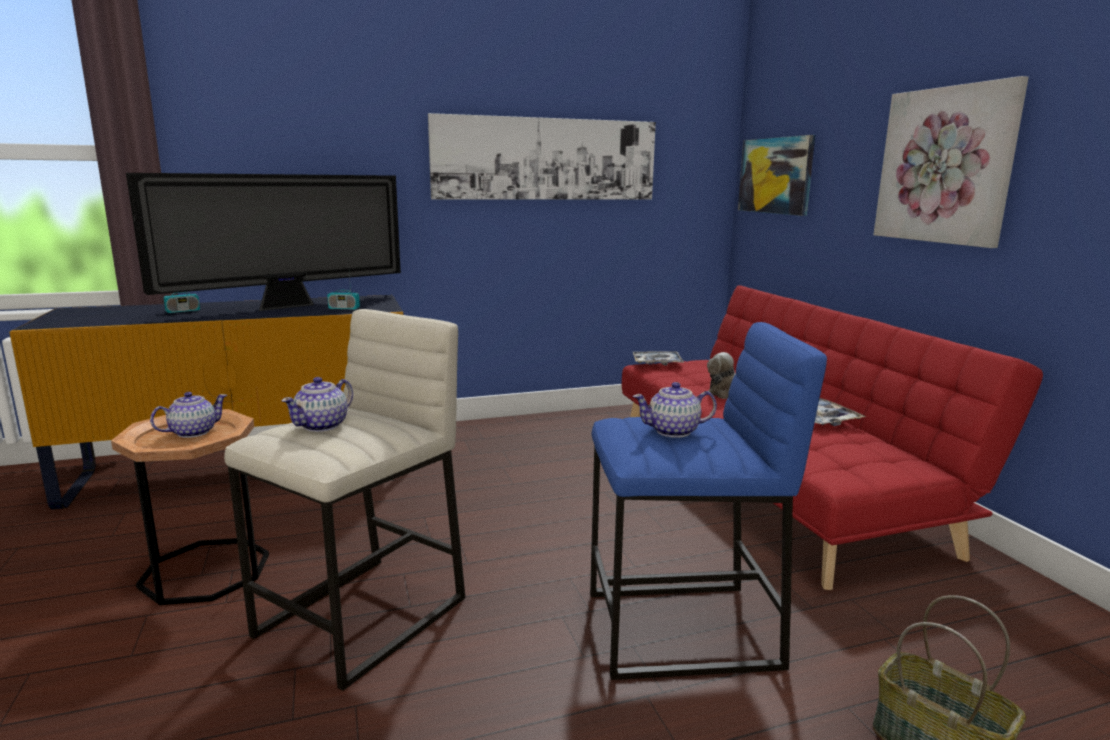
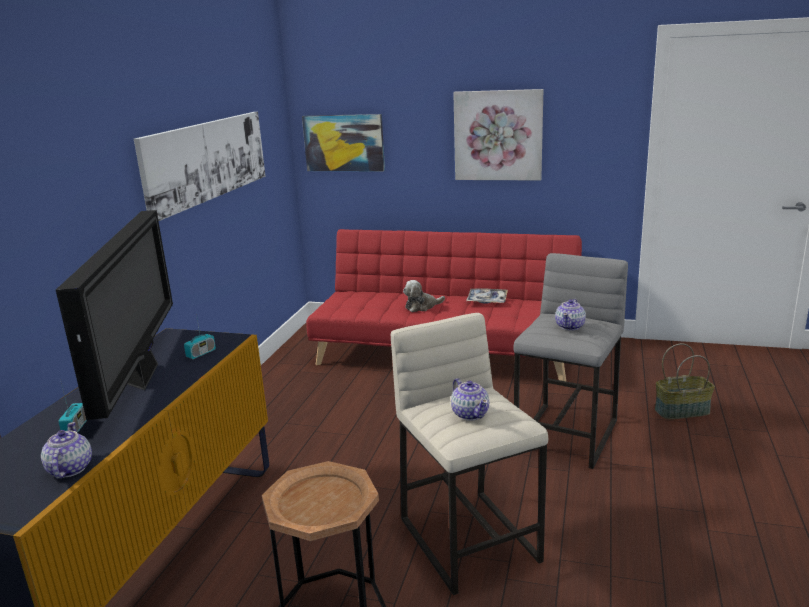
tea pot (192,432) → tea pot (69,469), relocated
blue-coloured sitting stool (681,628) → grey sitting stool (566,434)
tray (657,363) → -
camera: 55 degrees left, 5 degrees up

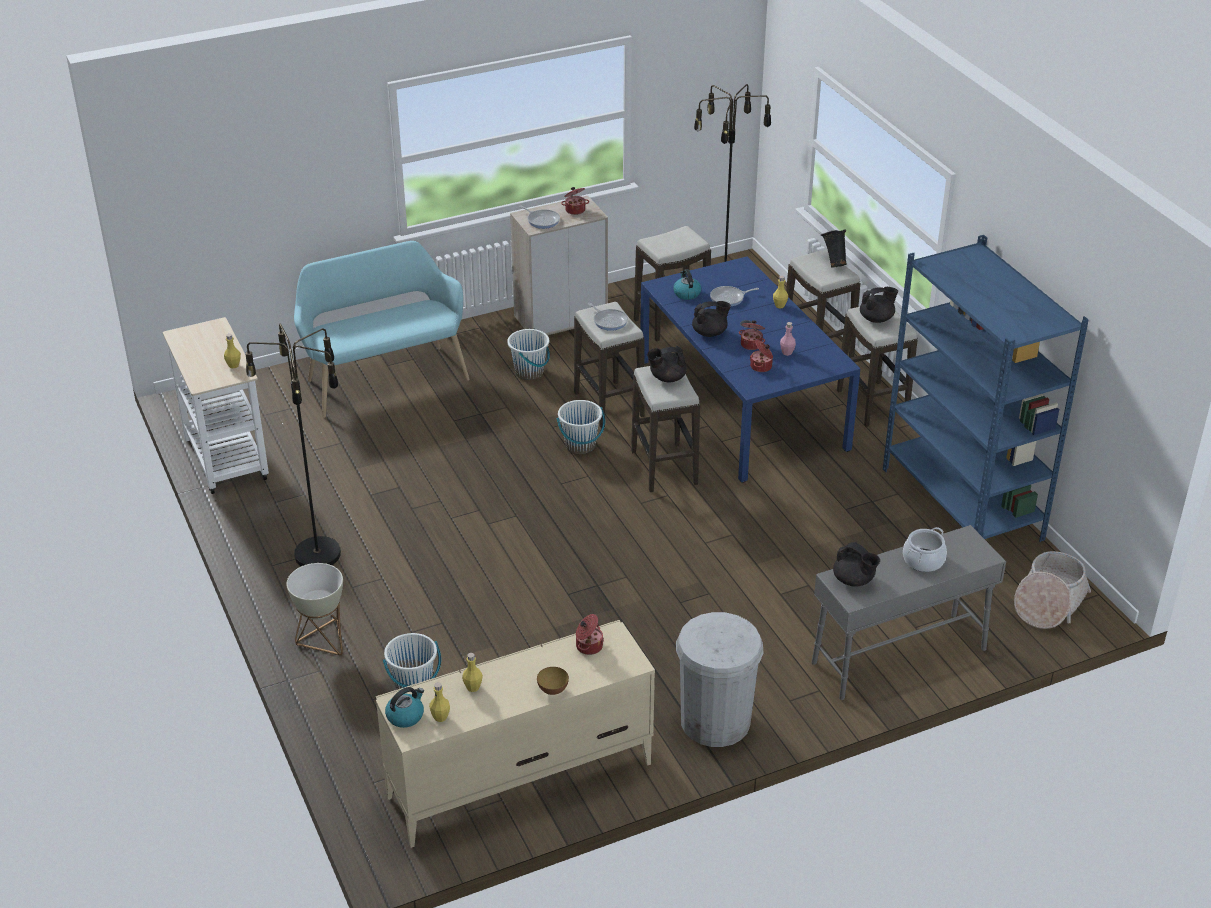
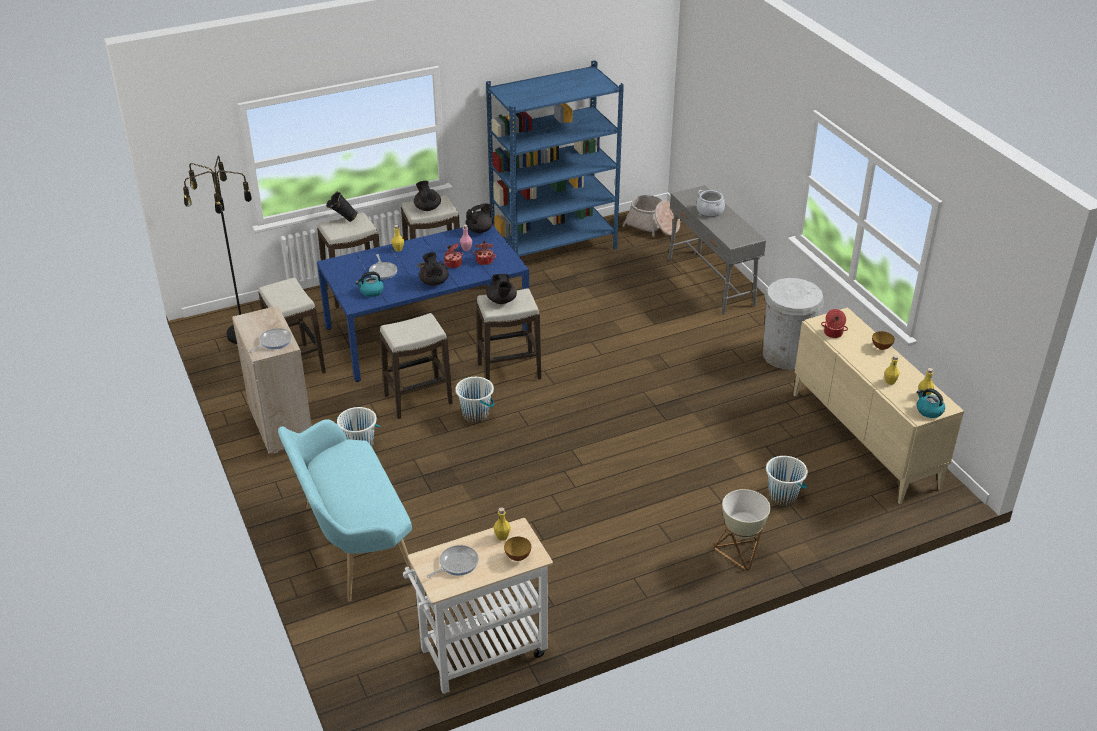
floor lamp (319,554) → -
cooking pot (575,210) → -
frying pan (609,321) → frying pan (456,564), relocated
black-coloured tea pot (854,580) → black-coloured tea pot (480,230), relocated
- → serving bowl (517,557)
camera: 90 degrees left, 0 degrees up

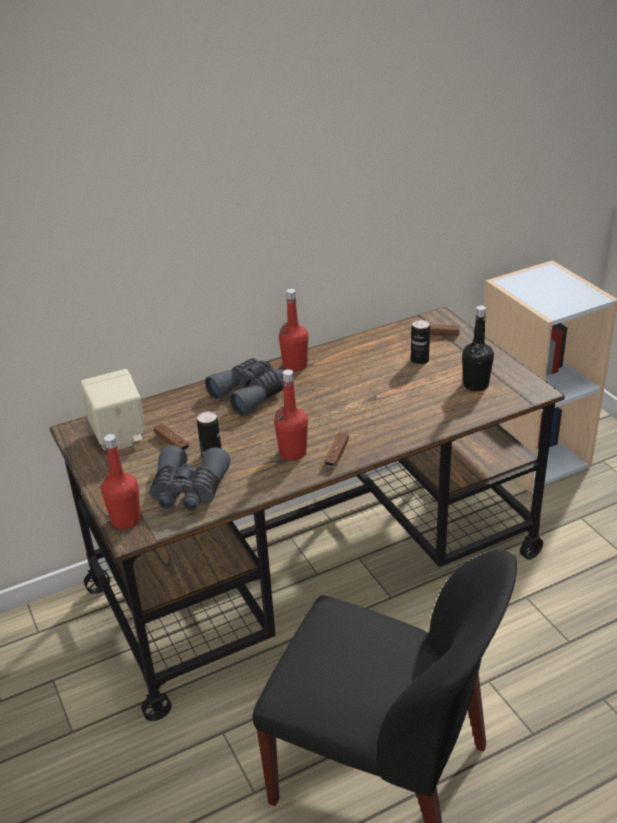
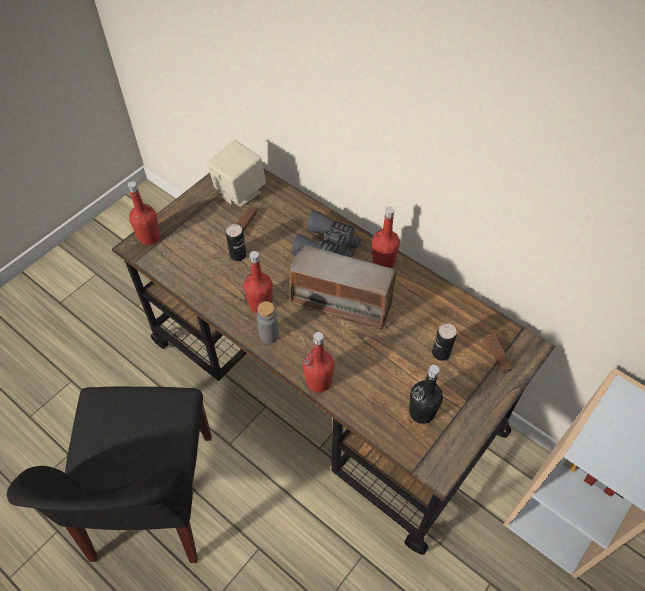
grey field glasses (188,490) → -
brownish gamepad (336,455) → grey beverage bottle (269,335)
- → radio (342,302)
- → red beverage bottle (318,381)
camera: 65 degrees right, 20 degrees up

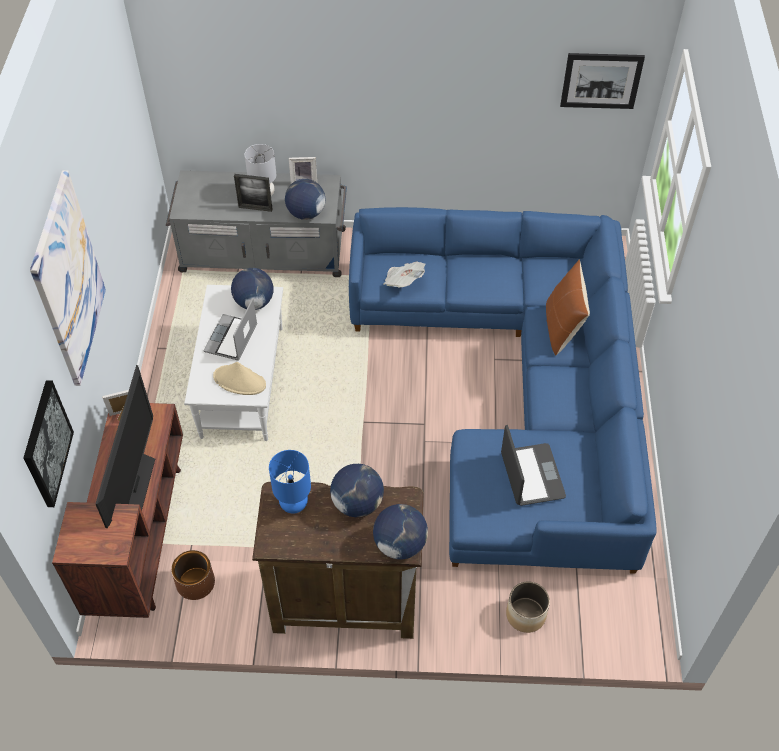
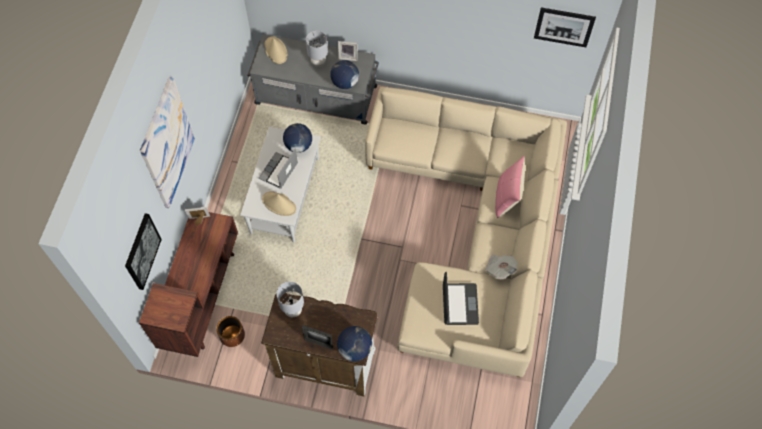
television (134,485) → -
standing frame (255,208) → standing frame (318,343), relocated
blue-coloured tabletop lamp (293,504) → grey tabletop lamp (293,310)
globe (357,503) → -
blue-coloured settee (520,389) → beige settee (474,231)
newspaper (403,281) → newspaper (500,269), relocated
planter (525,614) → -
brownish pillow (562,328) → pink-coloured pillow (507,197)
- → beige wearable hat (275,50)
camera: 10 degrees right, 10 degrees up

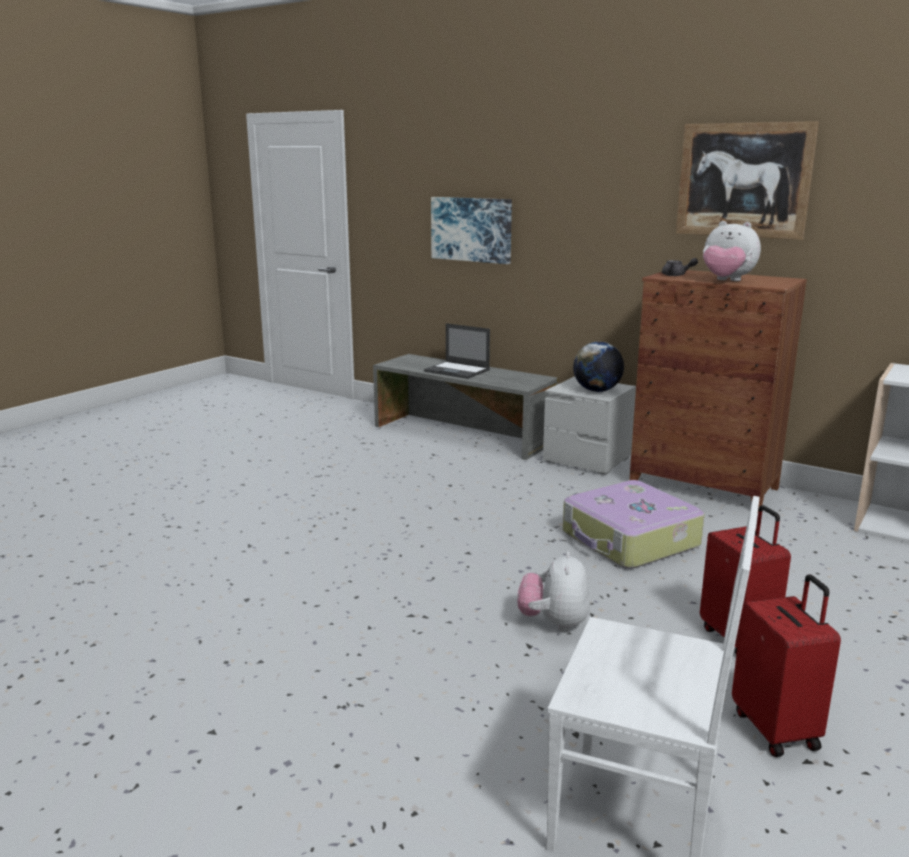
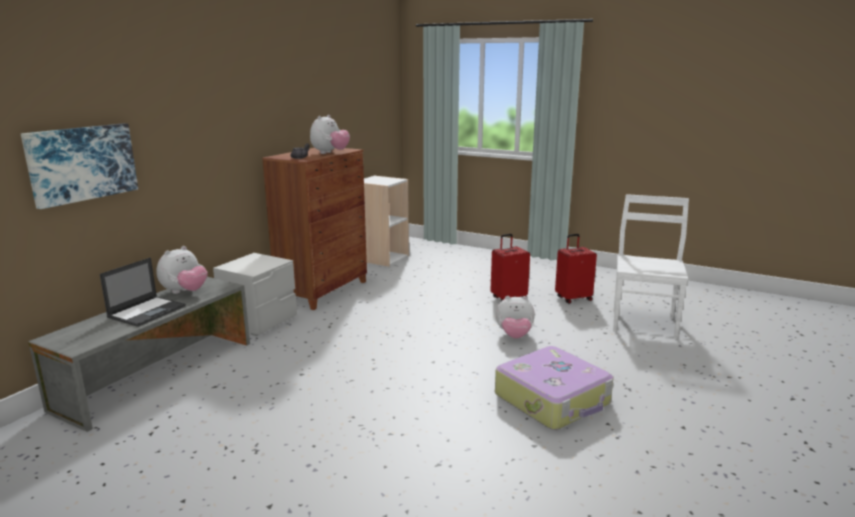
travel case (629,540) → travel case (553,399), relocated
globe (597,391) → -
wall art (743,180) → -
- → plush toy (185,292)
camera: 95 degrees left, 0 degrees up

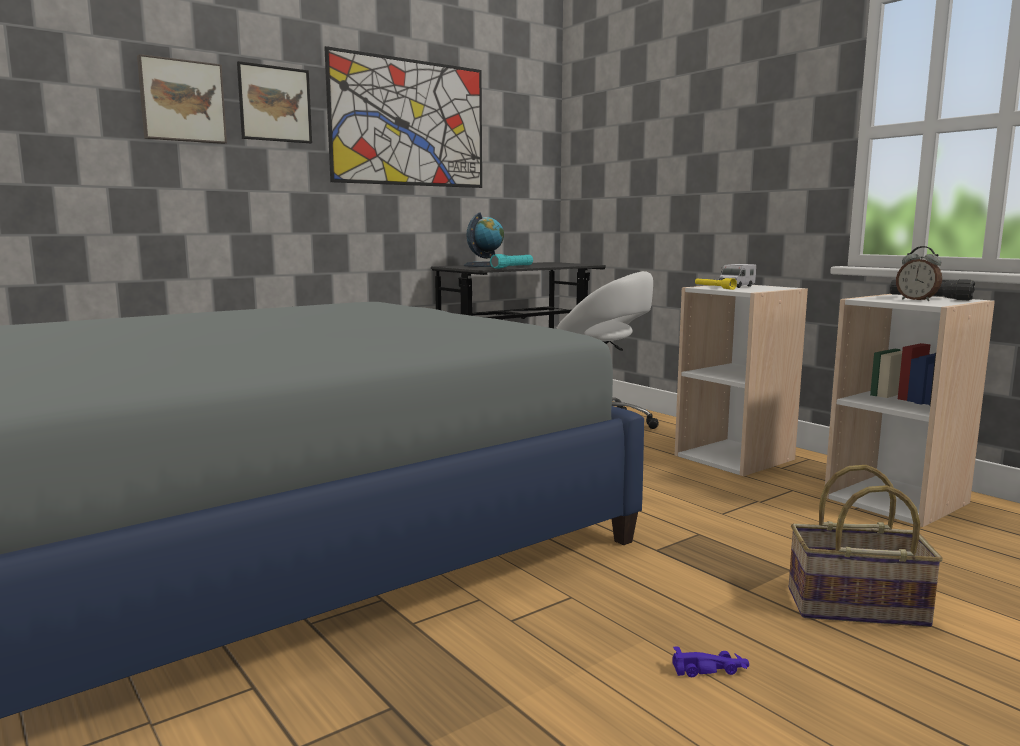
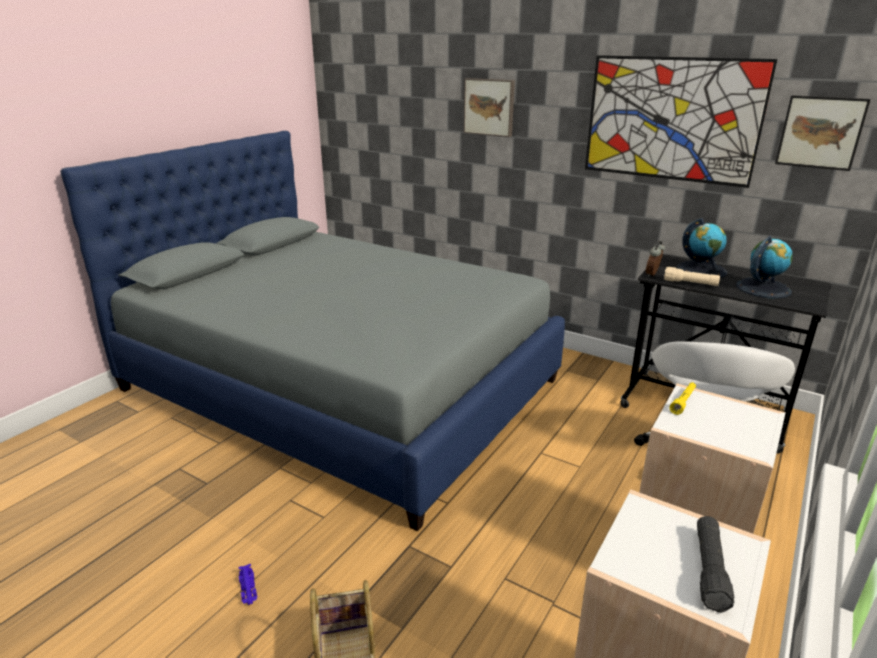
wall art (275,104) → wall art (820,132), relocated
blue-green flashlight (512,267) → beige flashlight (690,283)
toy lorry (736,286) → -
alarm clock (917,300) → alarm clock (653,274), relocated
- → globe (763,288)
camera: 70 degrees right, 15 degrees up

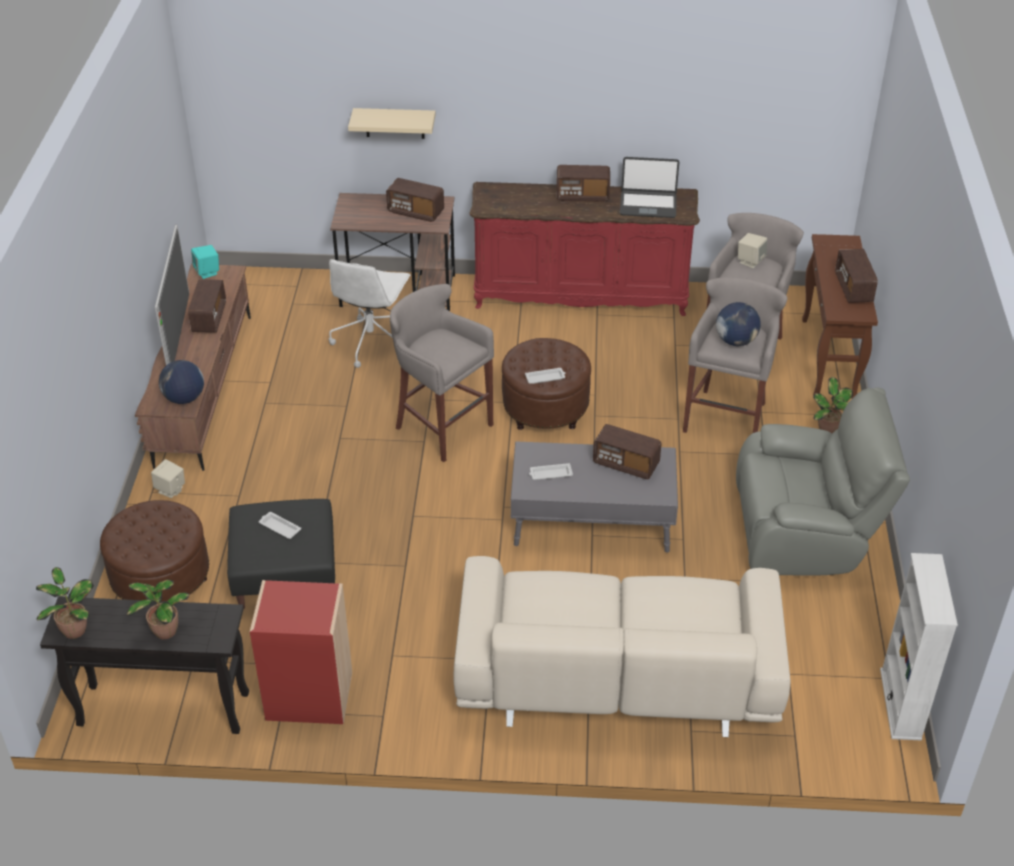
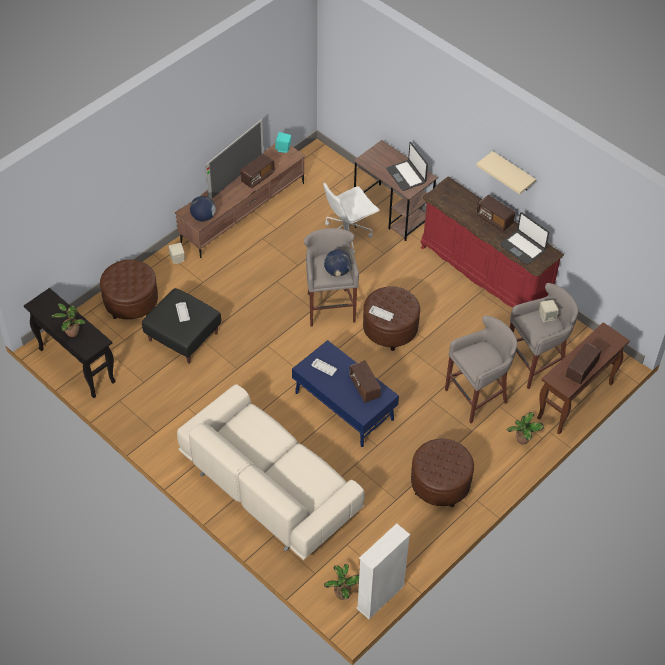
houseplant (73,629) → houseplant (342,593), relocated
red bookshelf (308,697) → -
beige wall shelf (394,123) → beige wall shelf (512,172), relocated
radio (416,212) → portable computer (406,176)
grey low table (591,522) → blue-coloured low table (343,406)
globe (735,341) → globe (337,271), relocated
grey armchair (805,533) → brownish ottoman (440,485)
camera: 40 degrees right, 10 degrees up

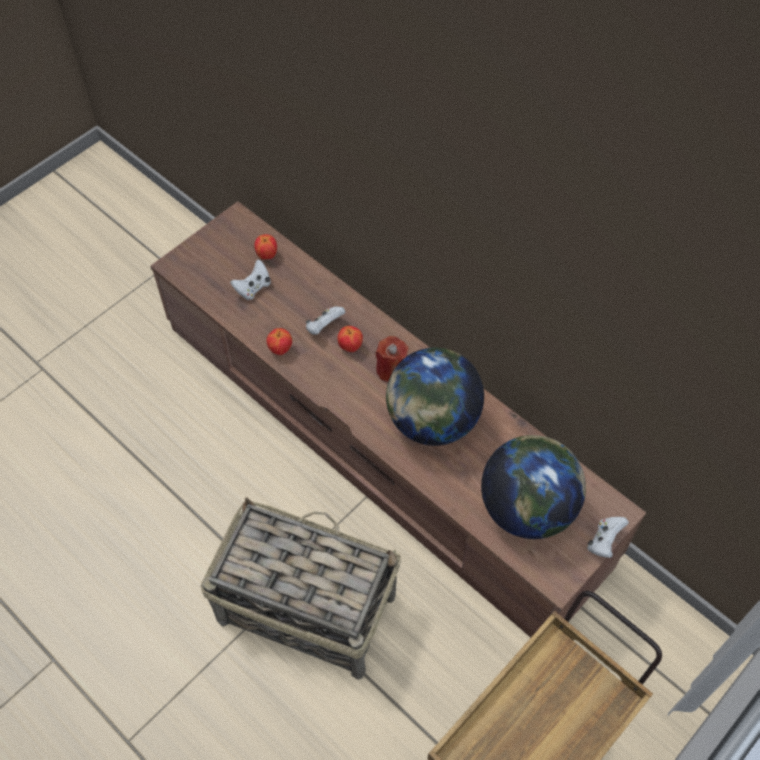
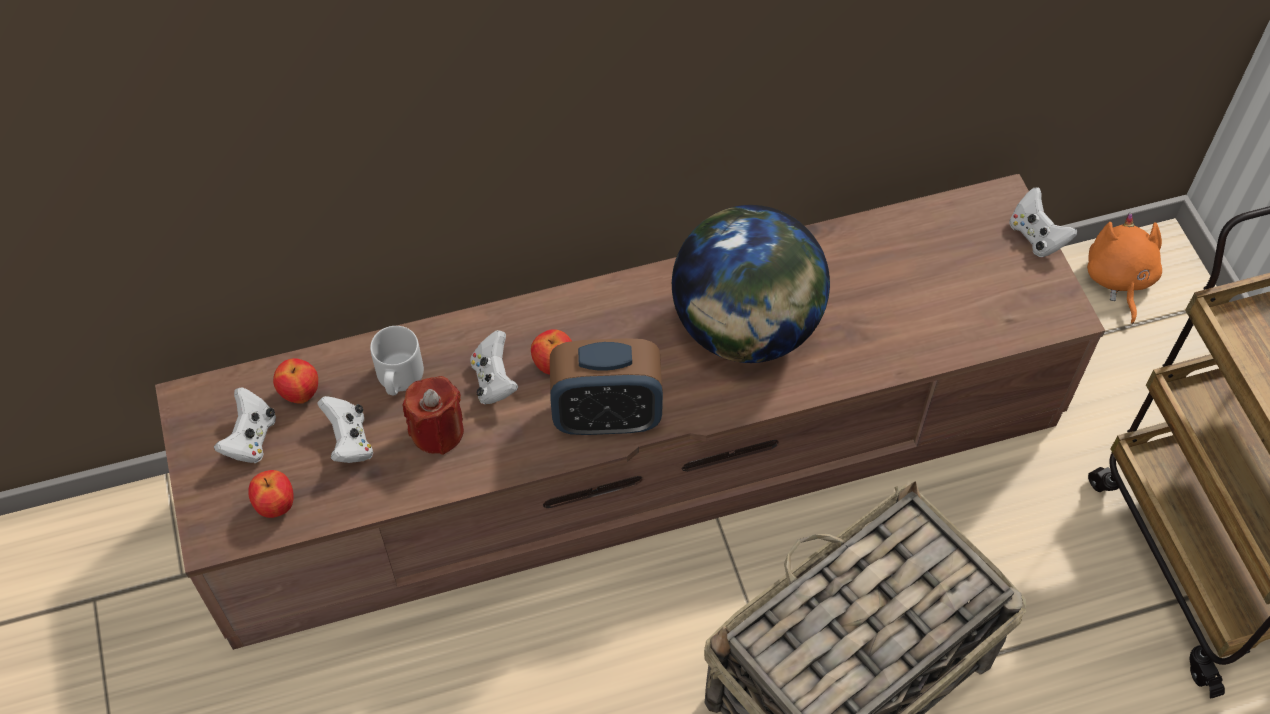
apple fruit (280,349) → apple fruit (276,506), relocated
red wax candle (391,369) → red wax candle (437,431), relocated
globe (527,508) → -
- → white-coloured gamepad (251,438)
- → grey coffee mug (399,378)
- → alarm clock (607,416)
- → orange plush toy (1118,279)
camera: 60 degrees left, 0 degrees up

